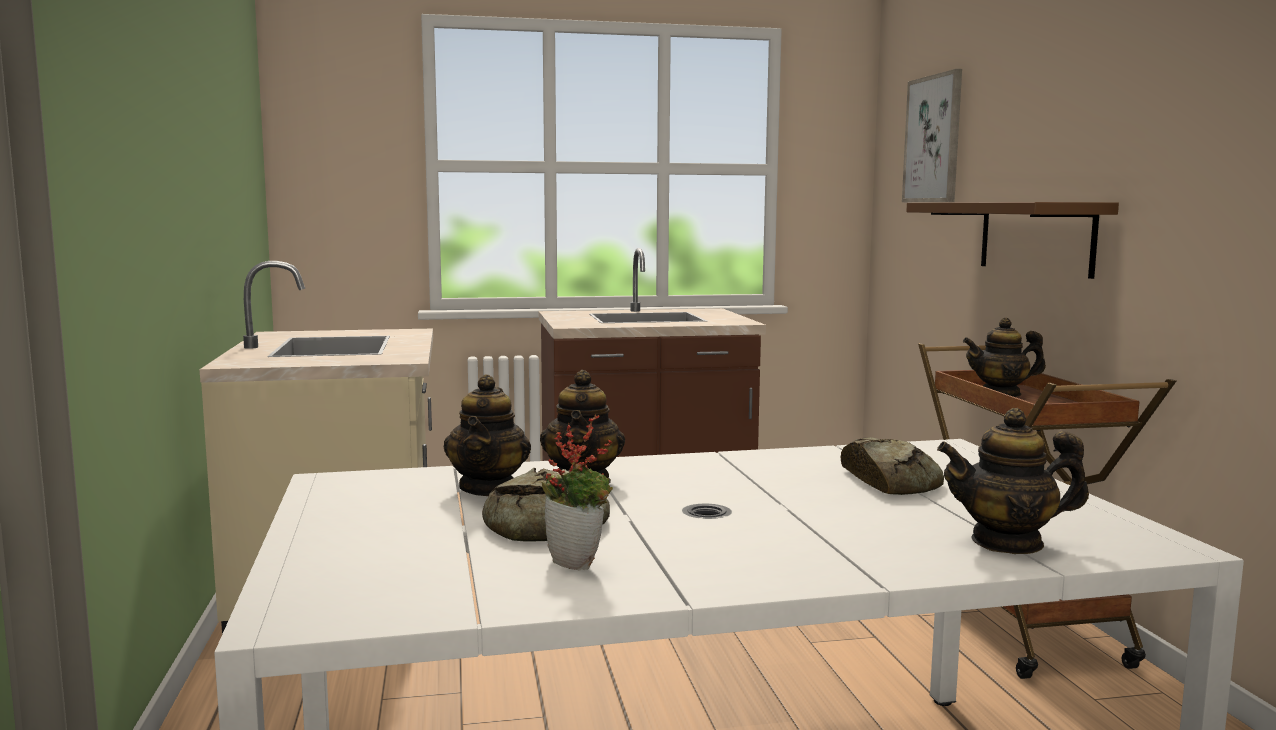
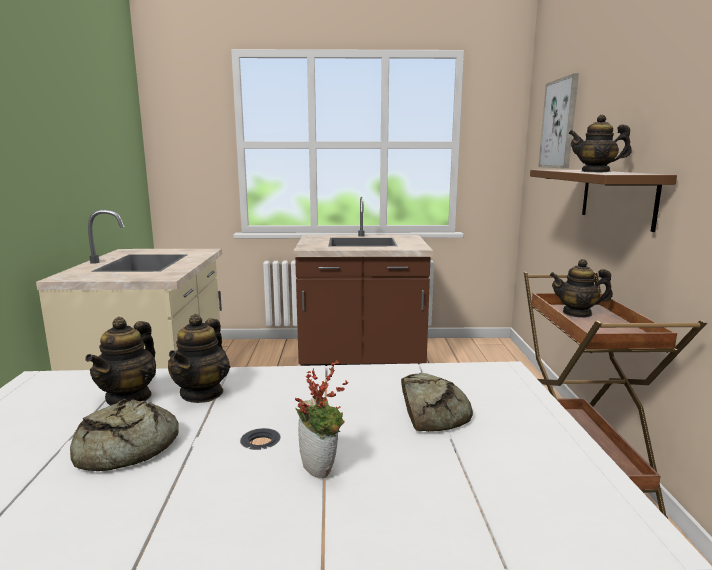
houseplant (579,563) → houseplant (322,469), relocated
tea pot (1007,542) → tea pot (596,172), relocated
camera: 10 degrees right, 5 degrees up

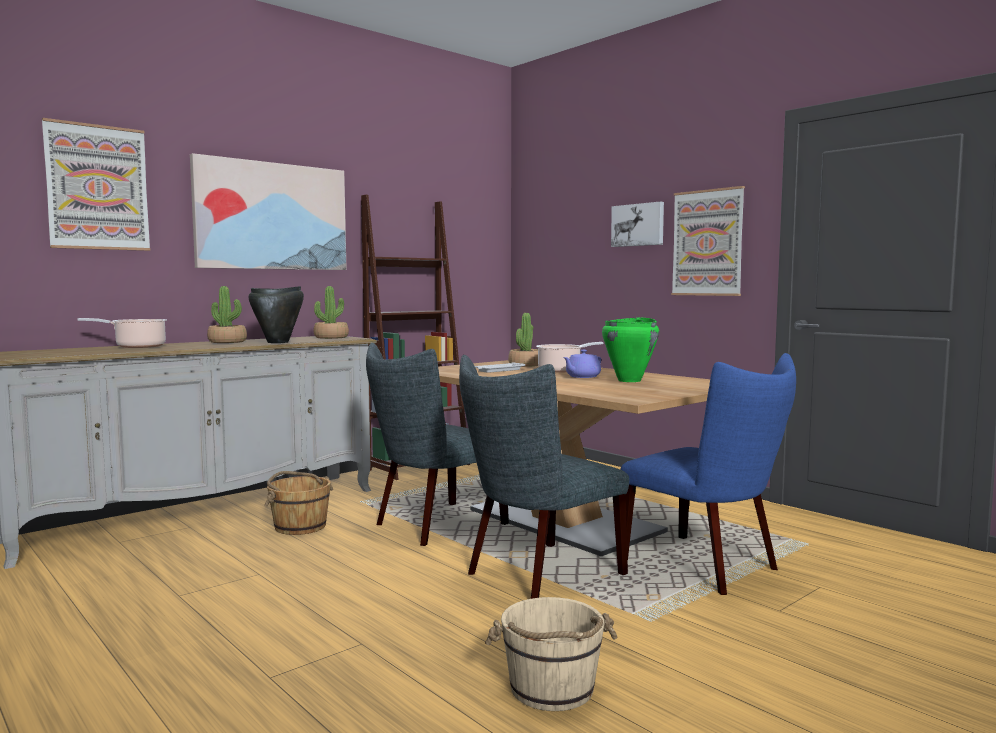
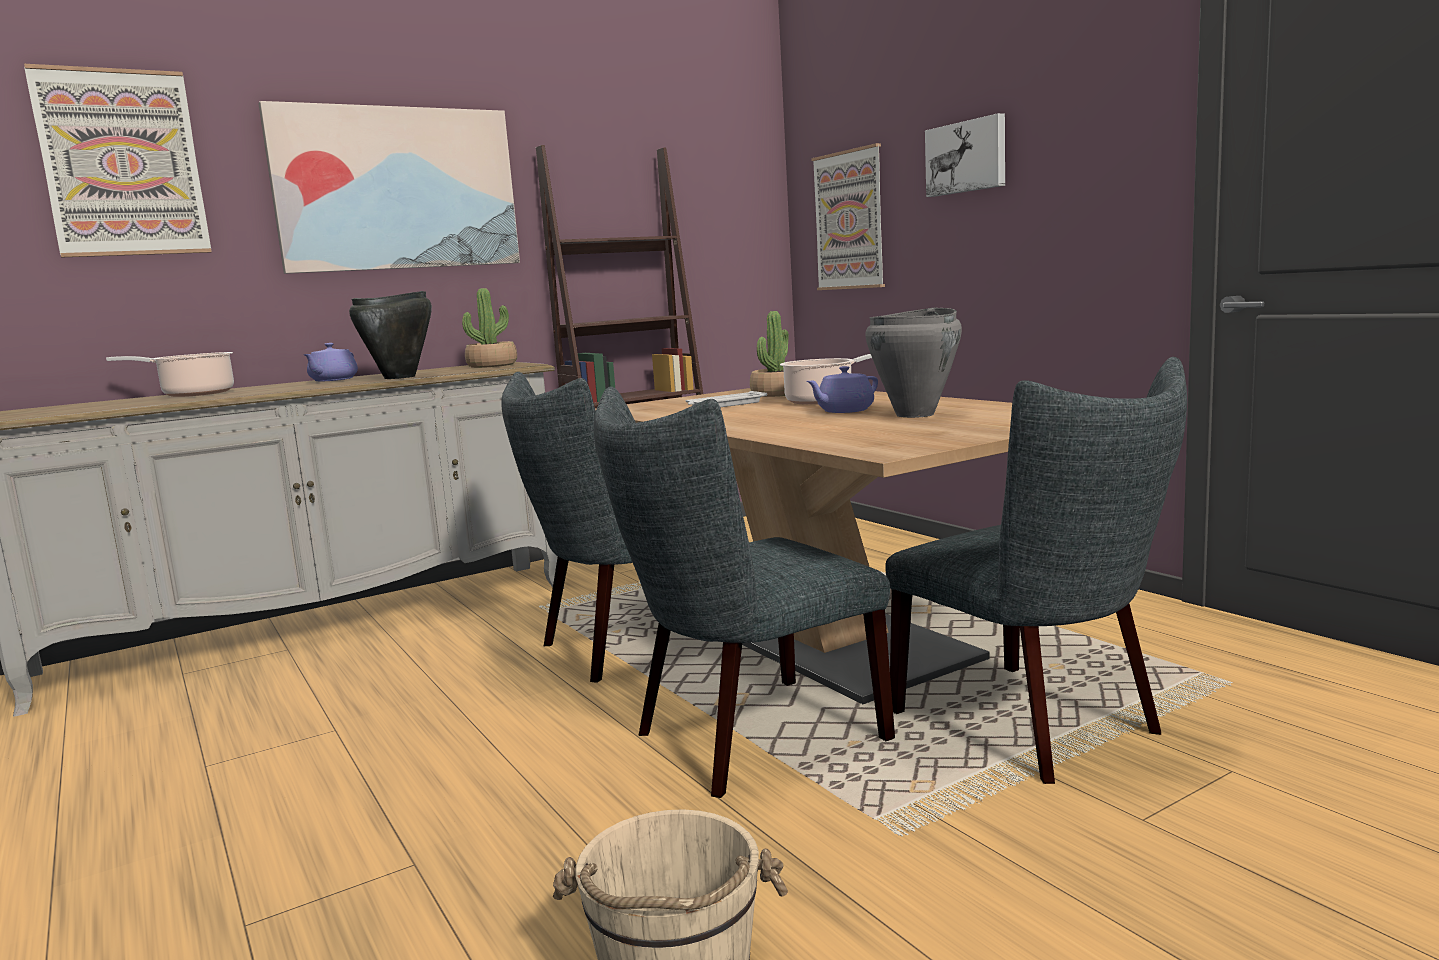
houseplant (227,342) → purple-coloured tea pot (332,380)
brownish water bucket (299,526) → -
green-coloured cooking pot (630,380) → grey cooking pot (916,414)
blue-coloured chair (707,566) → grey chair (1038,726)
wall art (707,243) → wall art (849,220), relocated
camera: 10 degrees right, 5 degrees up

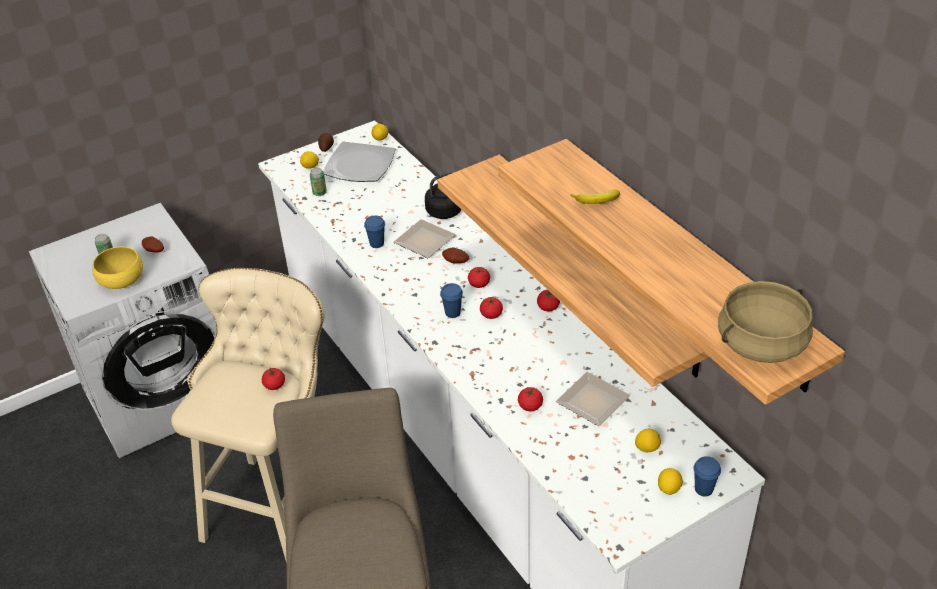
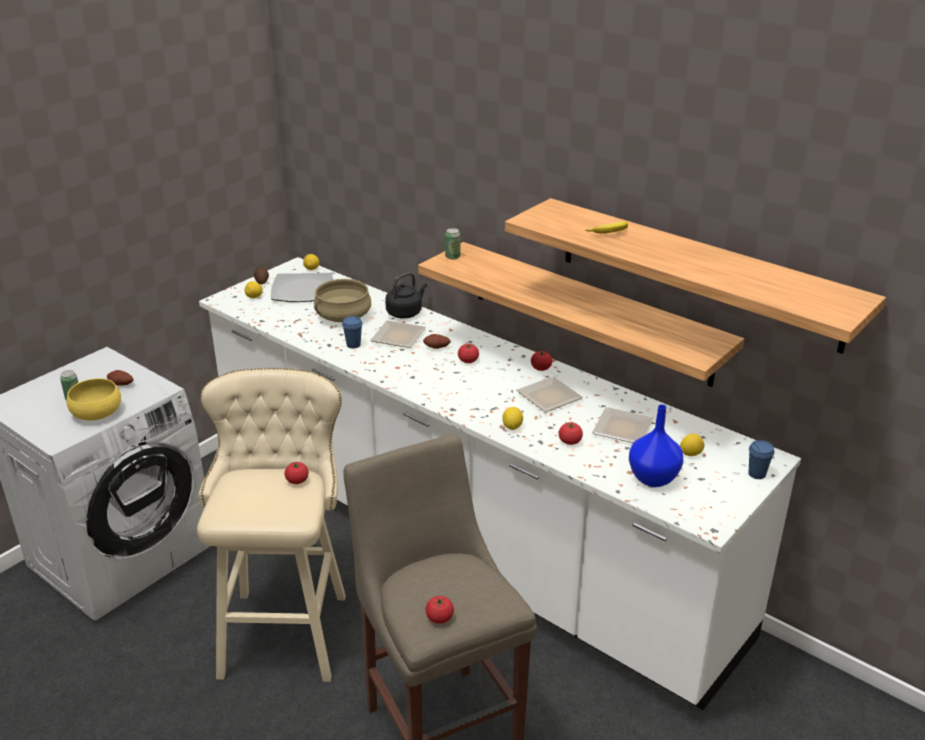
metal can (319,193) → metal can (452,257), relocated
blue-coloured small cup (452,313) → -
fresh tomato (491,315) → fresh tomato (439,618), relocated
whole lemon (669,489) → whole lemon (512,427), relocated
beige cooking pot (761,342) → beige cooking pot (343,316), relocated
- → dinner plate (546,397)
- → blue-coloured decorative vase (652,478)
camera: 20 degrees left, 10 degrees down

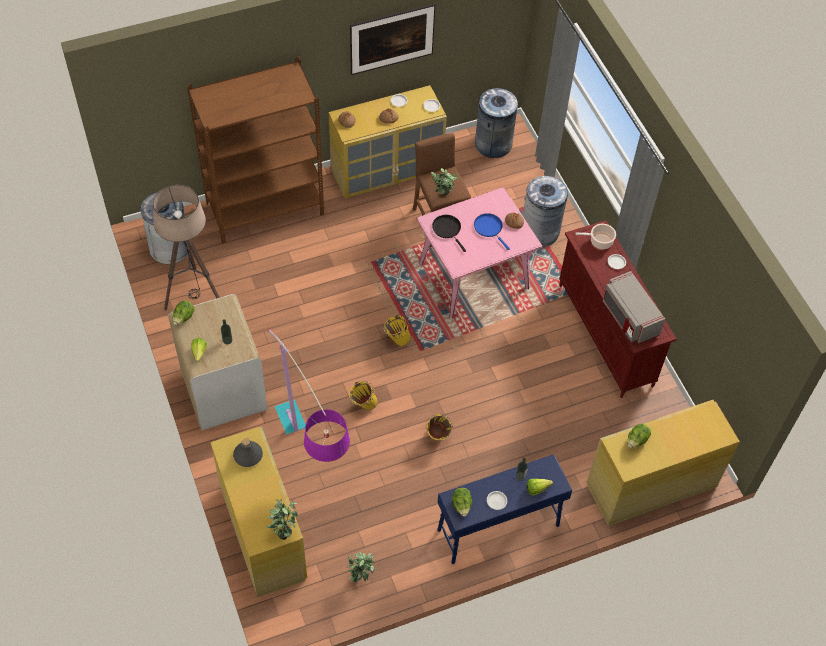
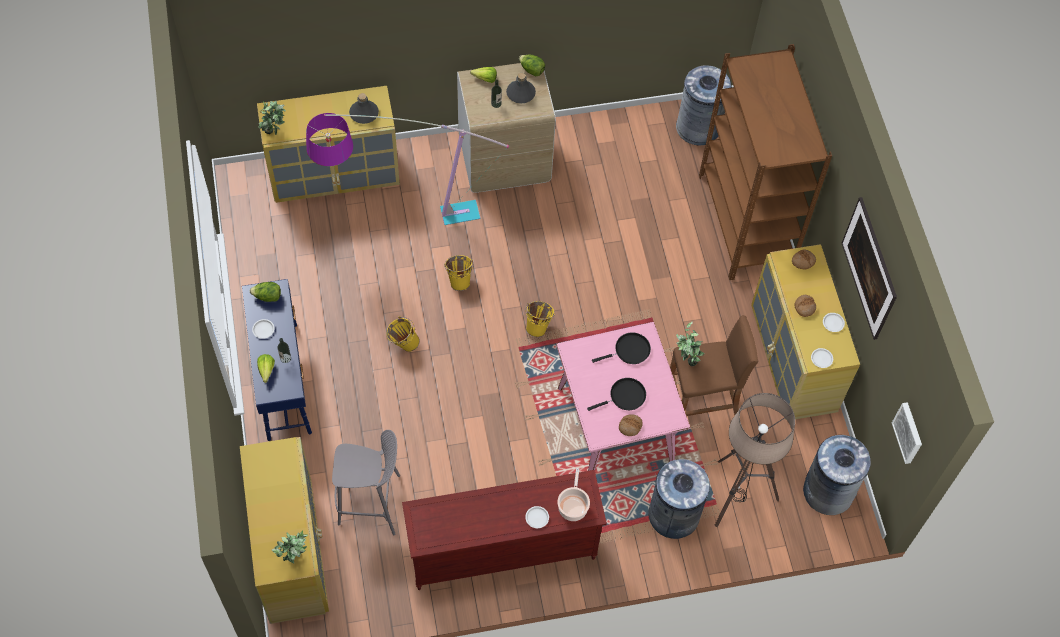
floor lamp (194,294) → floor lamp (737,495), relocated
houseplant (361,577) → houseplant (294,558), relocated
blue-coloured frying pan (489,228) → black-coloured frying pan (625,396)
grey kitchen microwave (629,318) → -
lettuce (636,441) → -
- → grey sitting stool (371,503)
- → grey beverage bottle (521,93)
- → wall art (909,432)
camera: 100 degrees right, 5 degrees up

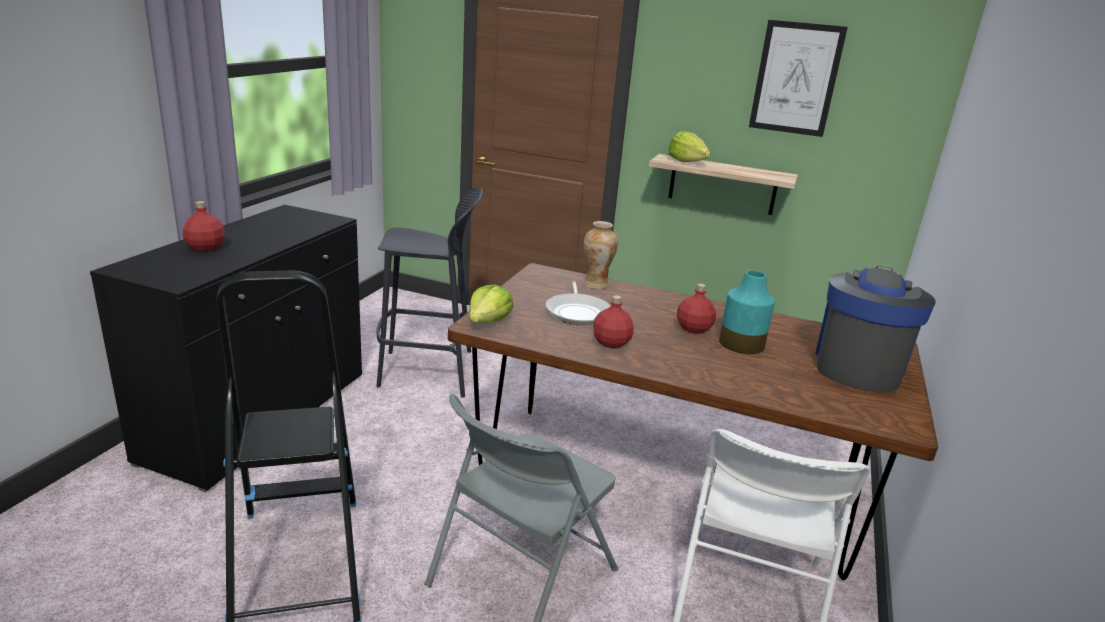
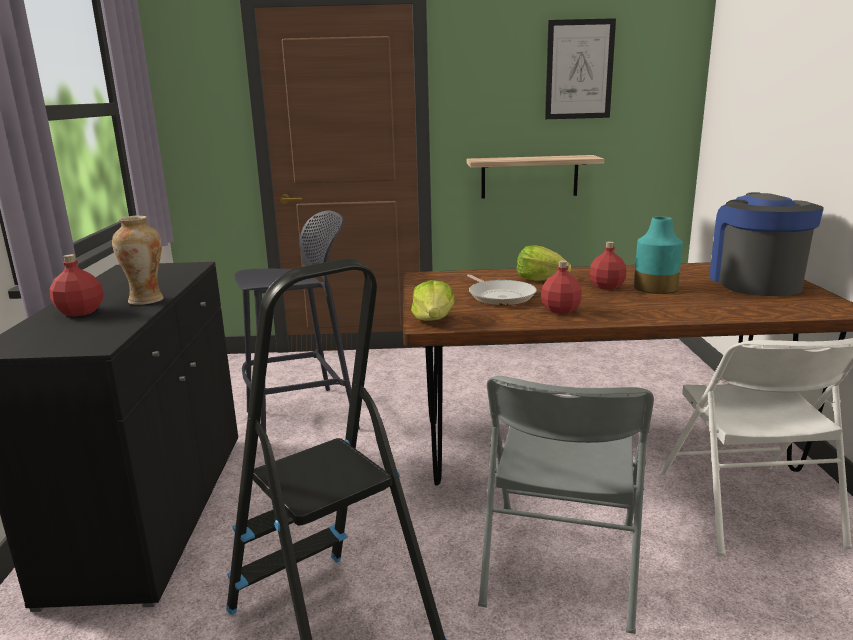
decorative vase (596,284) → decorative vase (146,300), relocated
lettuce (686,161) → lettuce (540,279), relocated
camera: 20 degrees left, 5 degrees down

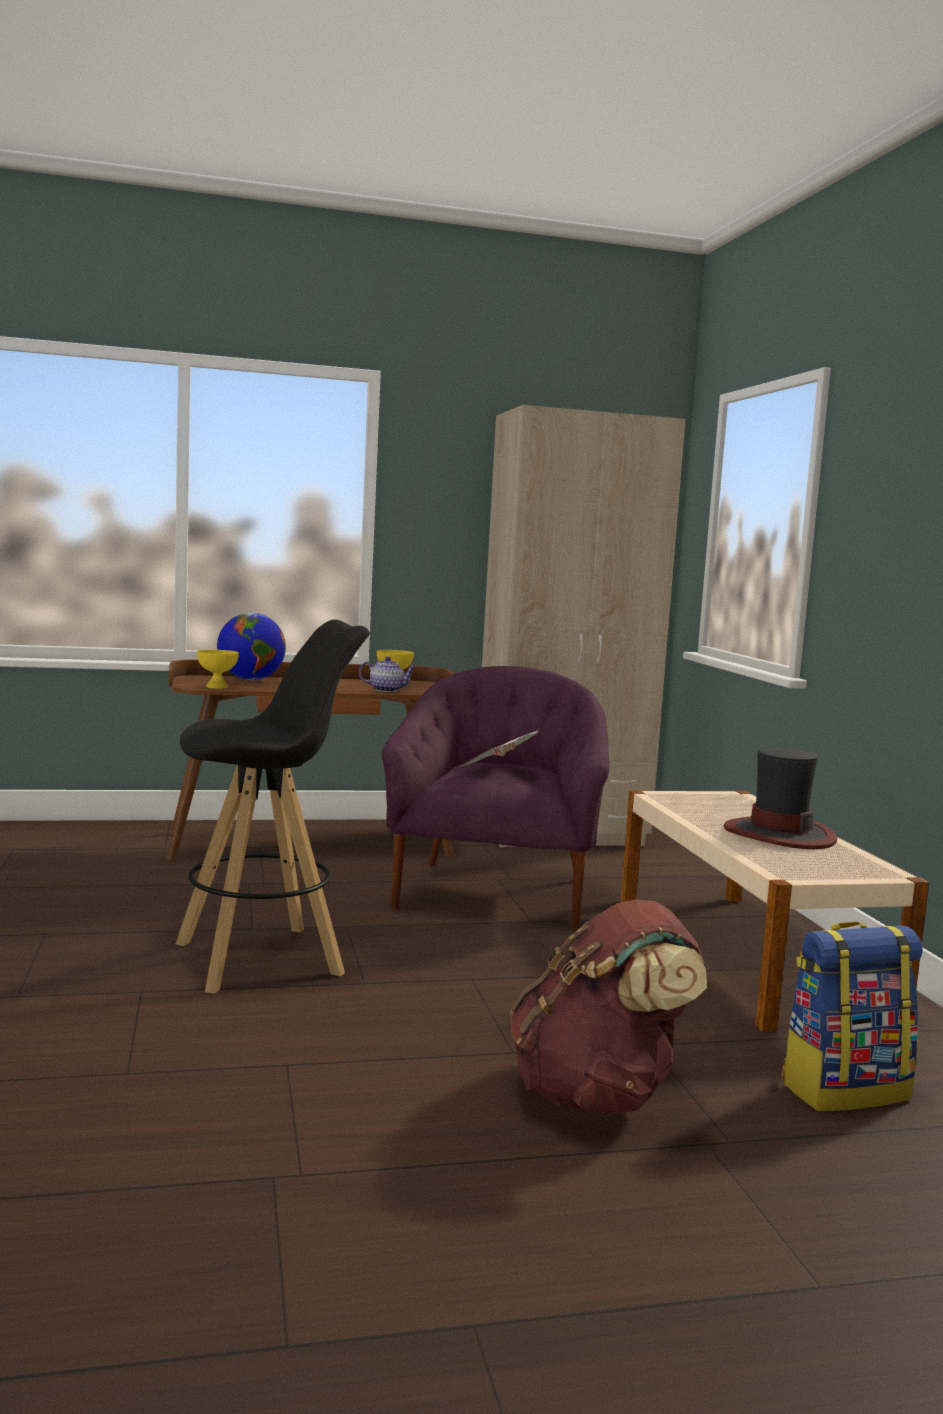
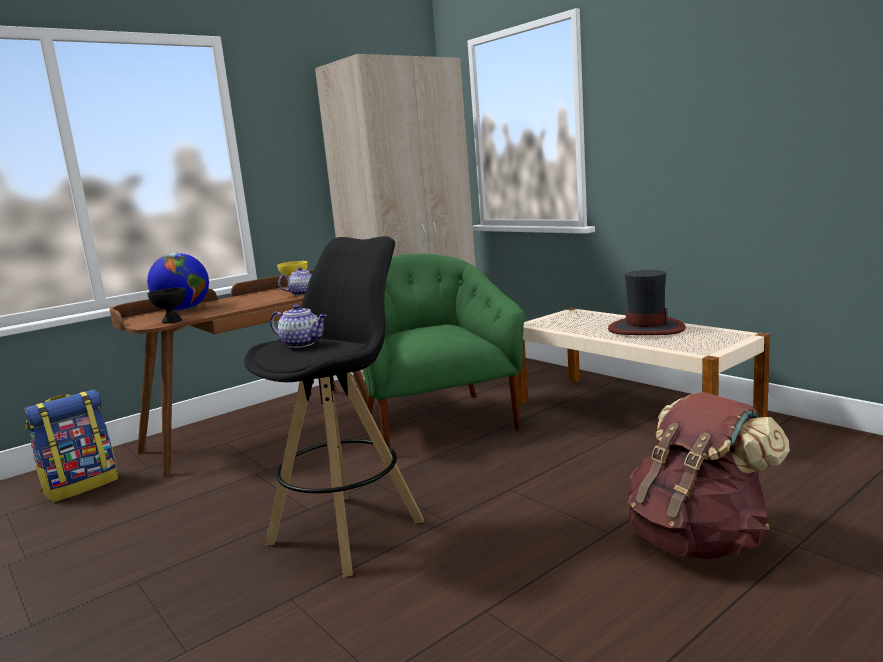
yellow serving bowl (216,687) → black-coloured serving bowl (171,321)
purple-coloured armchair (495,893) → green-coloured armchair (436,422)
newspaper (497,771) → -
rucksack (844,1089) → rucksack (81,485), relocated
- → tea pot (302,344)
camera: 25 degrees left, 5 degrees up

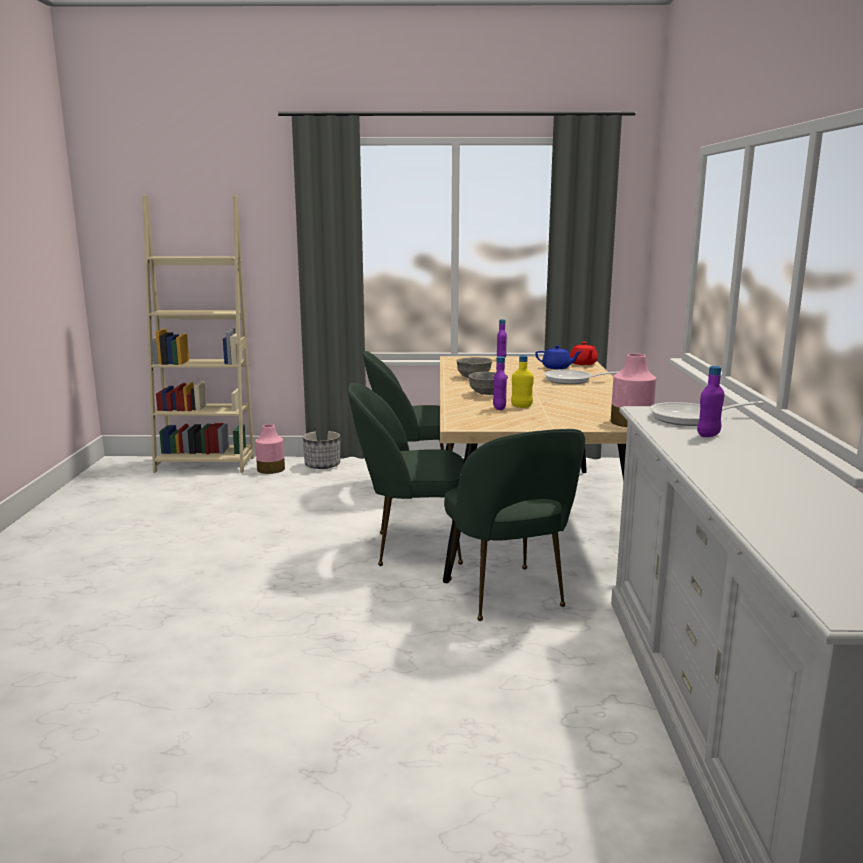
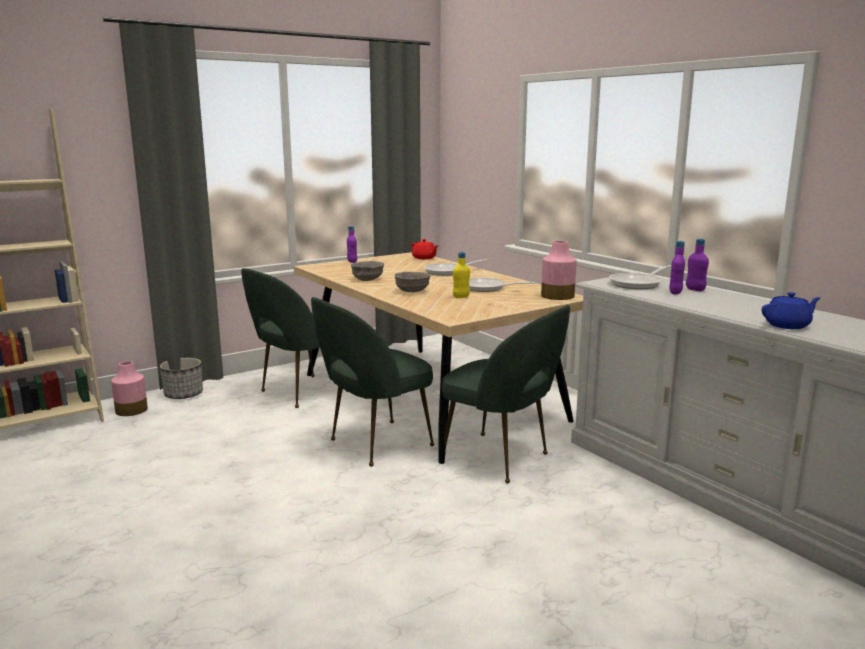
purple-coloured beverage bottle (499,408) → purple-coloured beverage bottle (695,289), relocated
blue-coloured tea pot (557,367) → blue-coloured tea pot (788,325), relocated
- → frying pan (487,288)
camera: 35 degrees left, 0 degrees up

